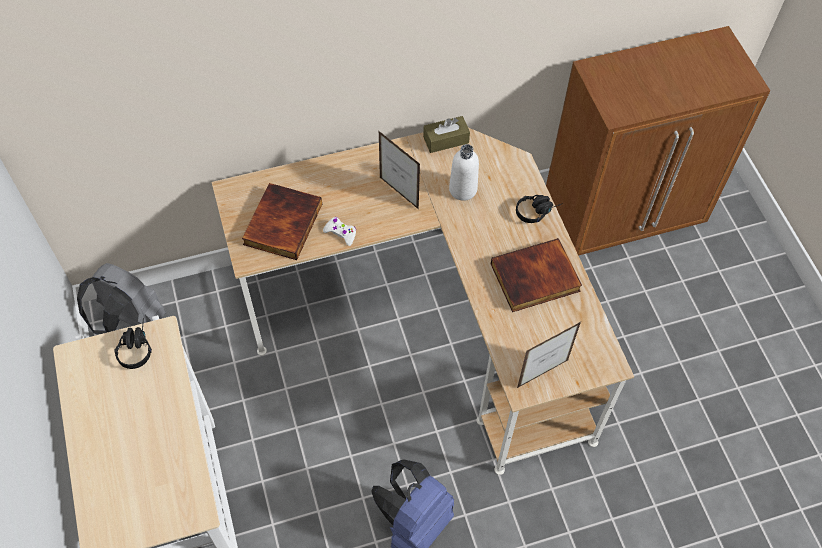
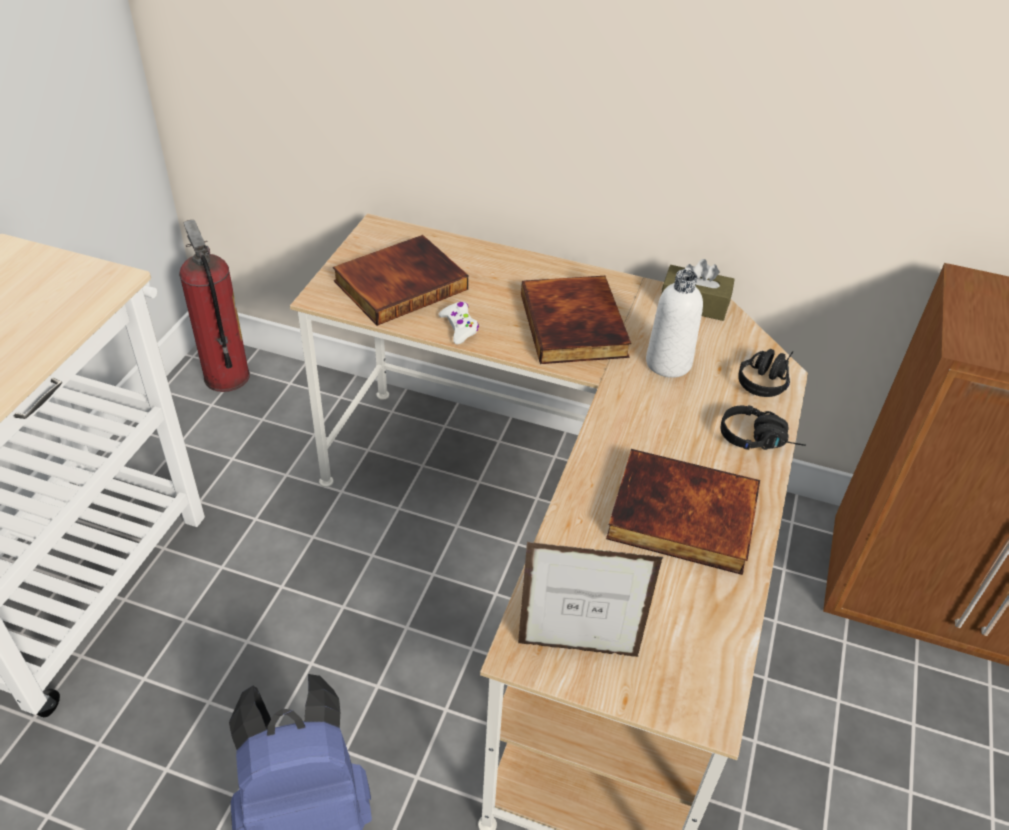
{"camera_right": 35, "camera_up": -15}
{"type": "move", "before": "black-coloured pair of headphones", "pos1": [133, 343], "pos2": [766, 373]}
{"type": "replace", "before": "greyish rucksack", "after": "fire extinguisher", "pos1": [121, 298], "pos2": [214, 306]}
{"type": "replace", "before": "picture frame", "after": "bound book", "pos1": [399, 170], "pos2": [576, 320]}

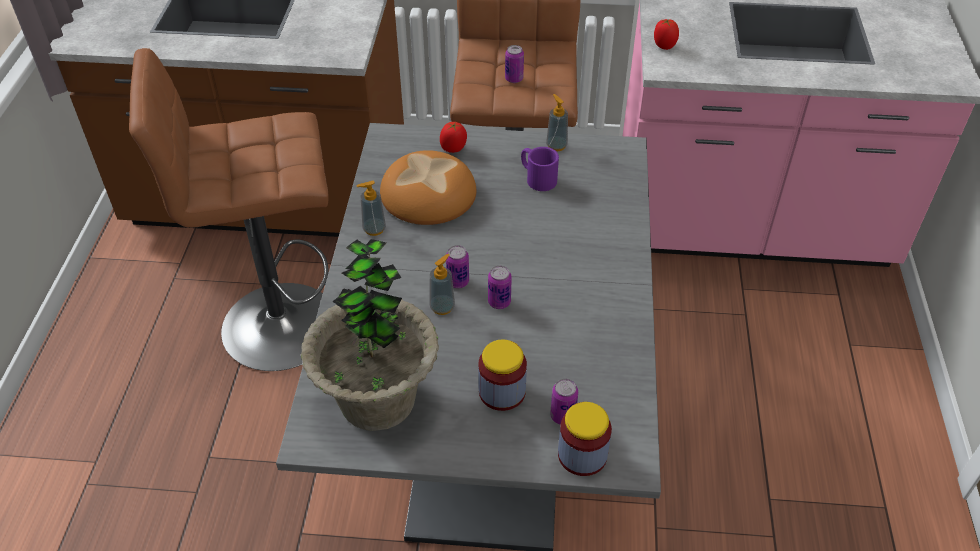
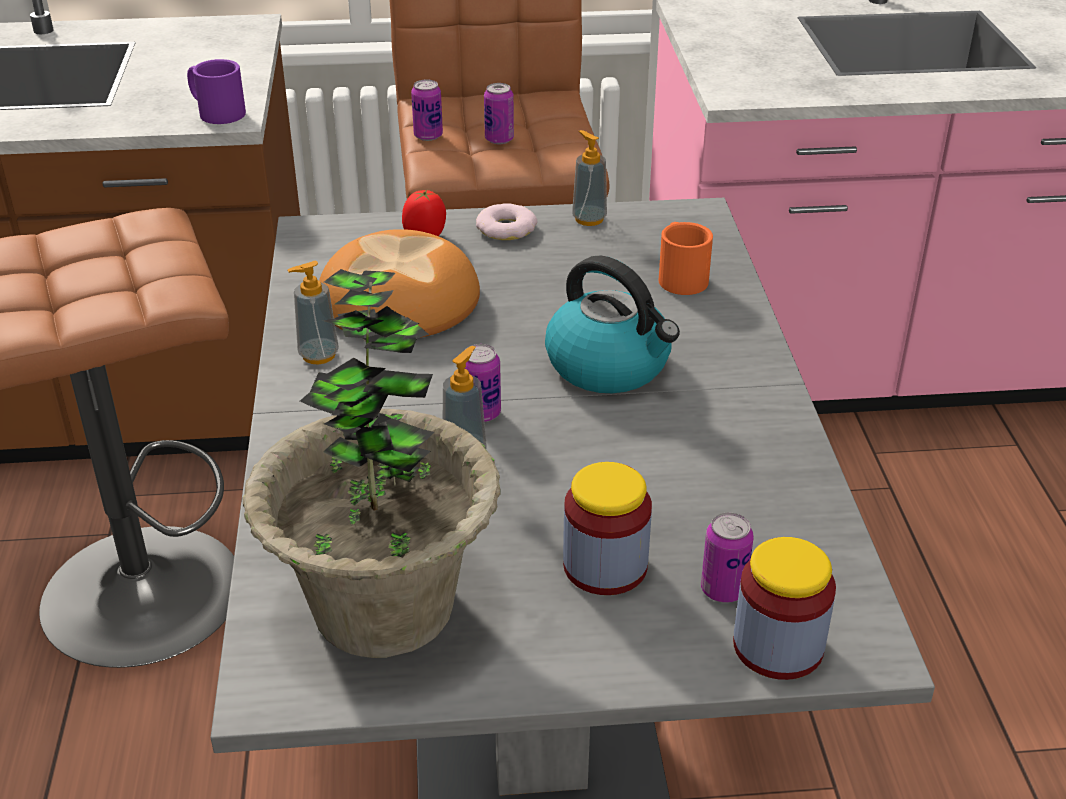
{"camera_right": -10, "camera_up": -10}
{"type": "delete", "before": "tomato", "pos1": [666, 34]}
{"type": "insert", "after": "doughnut", "pos2": [506, 221]}
{"type": "insert", "after": "water kettle", "pos2": [612, 324]}
{"type": "insert", "after": "orangey tea mug", "pos2": [686, 258]}
{"type": "move", "before": "metal can", "pos1": [500, 287], "pos2": [427, 110]}
{"type": "move", "before": "purple-coloured tea mug", "pos1": [540, 169], "pos2": [216, 91]}

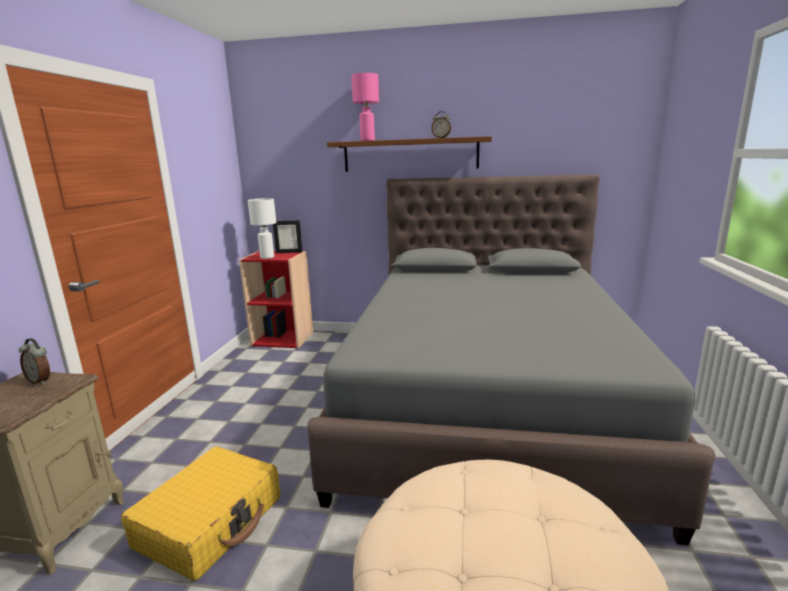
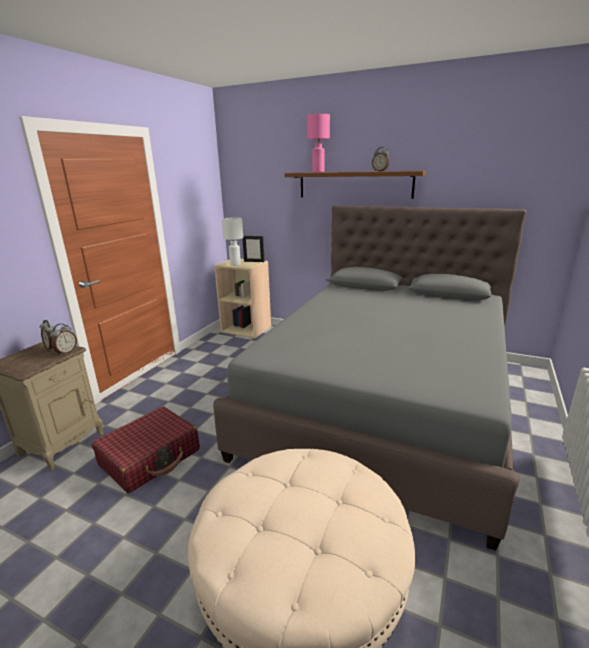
{"camera_right": 15, "camera_up": 5}
{"type": "insert", "after": "alarm clock", "pos2": [63, 340]}
{"type": "recolor", "before": "yellow suitcase", "after": "red-coloured suitcase", "pos1": [200, 513], "pos2": [146, 449]}
{"type": "recolor", "before": "red-coloured bookcase", "after": "beige-coloured bookcase", "pos1": [276, 299], "pos2": [242, 298]}

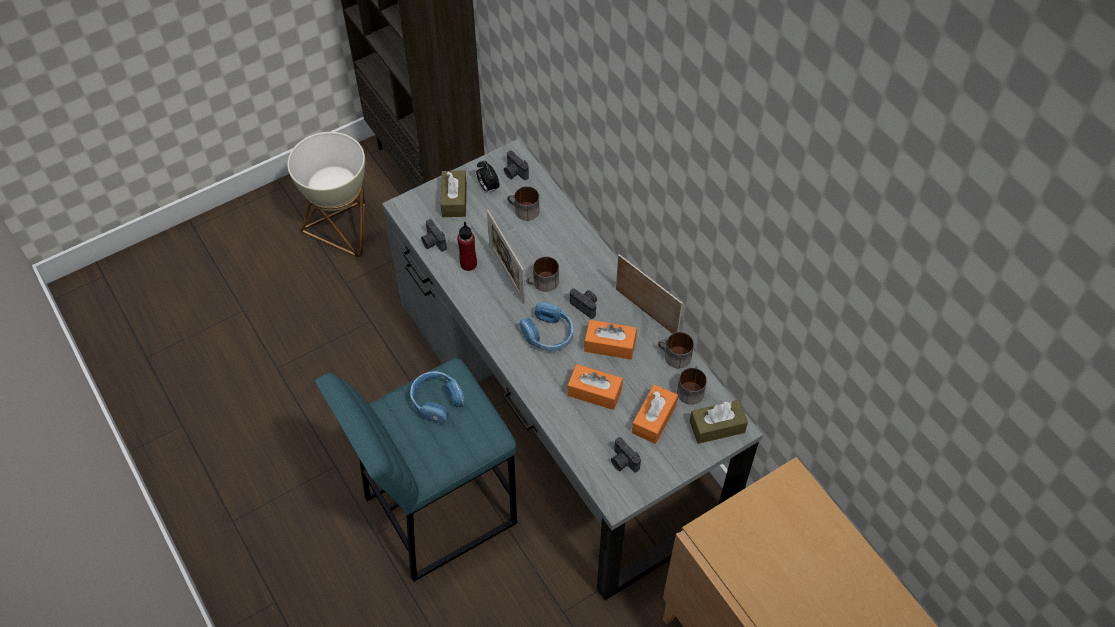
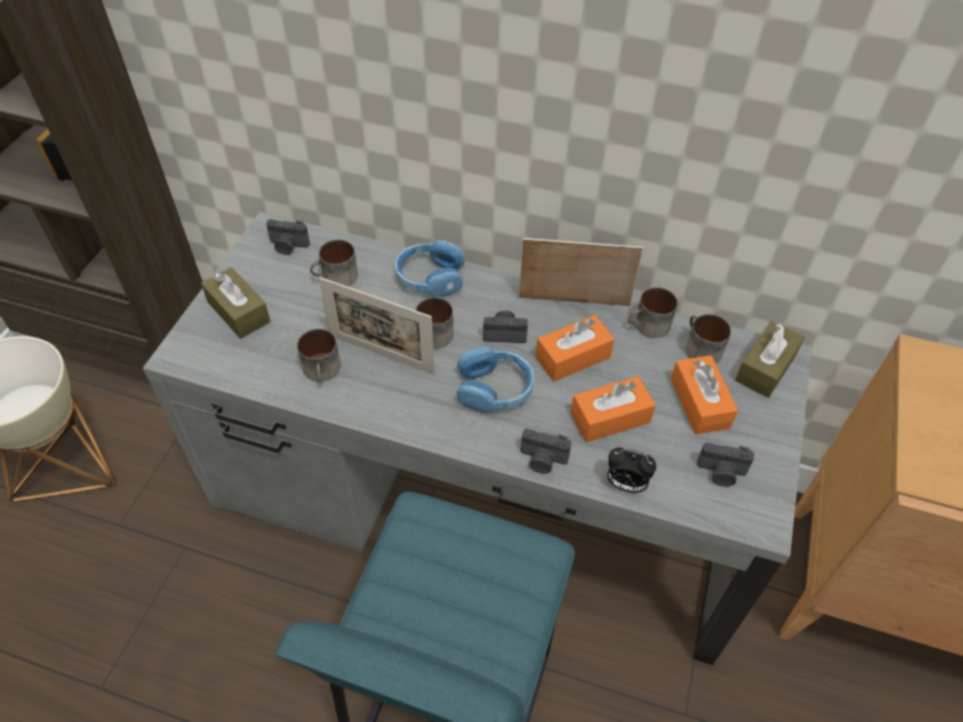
{"camera_right": -40, "camera_up": -5}
{"type": "move", "before": "bluish pair of headphones", "pos1": [437, 397], "pos2": [430, 268]}
{"type": "move", "before": "still camera", "pos1": [434, 235], "pos2": [546, 451]}
{"type": "move", "before": "alarm clock", "pos1": [488, 177], "pos2": [632, 470]}
{"type": "replace", "before": "red-coloured drink bottle", "after": "tea mug", "pos1": [467, 246], "pos2": [319, 356]}

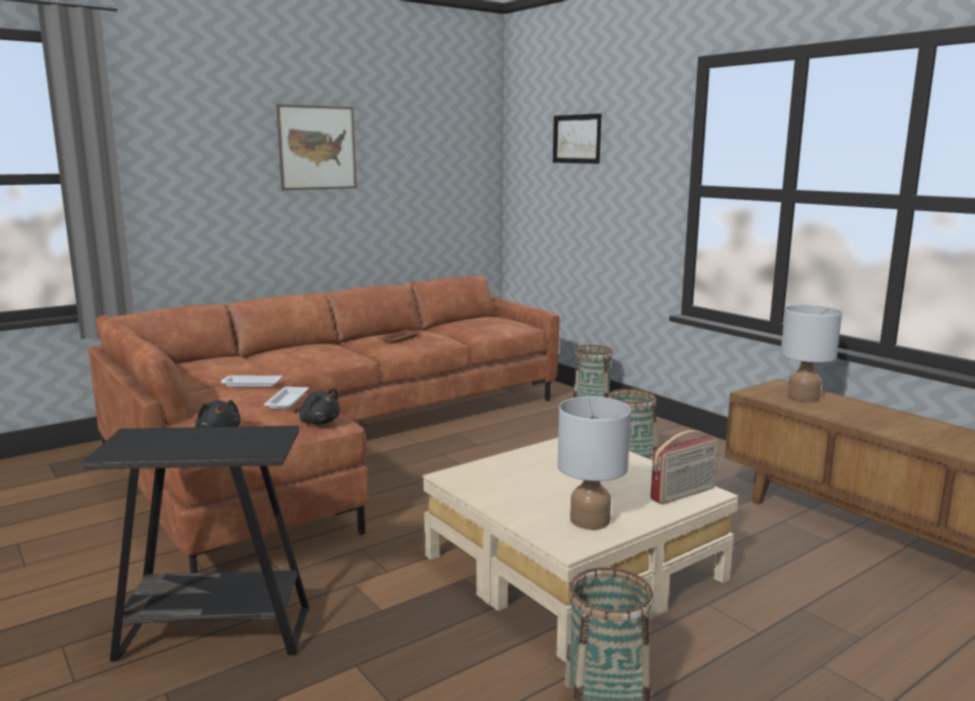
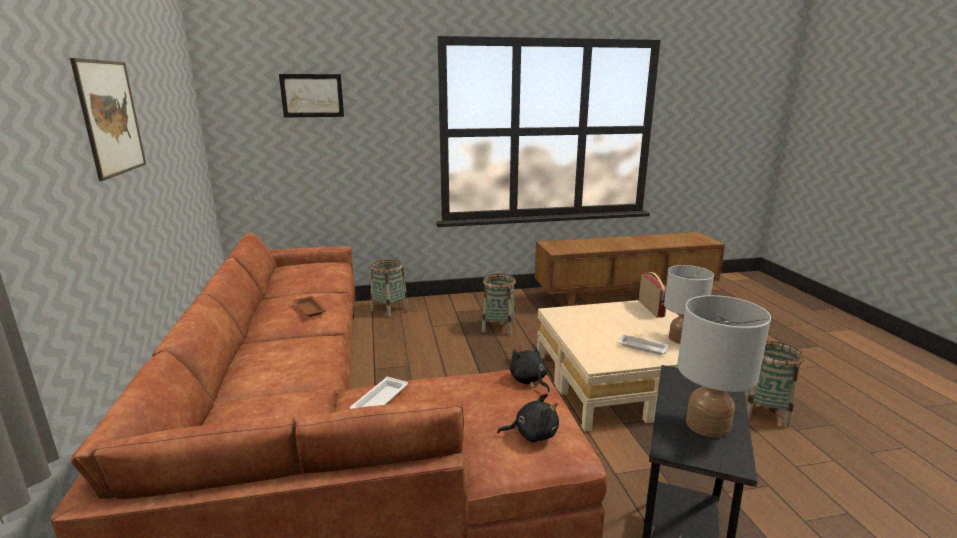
{"camera_right": -65, "camera_up": 5}
{"type": "move", "before": "whitish carrying tray", "pos1": [286, 398], "pos2": [644, 345]}
{"type": "move", "before": "greyish lamp for a table", "pos1": [811, 353], "pos2": [724, 366]}
{"type": "rotate", "before": "black-coloured cuddly toy", "pos1": [317, 406], "pos2": [530, 368], "turn": -90}

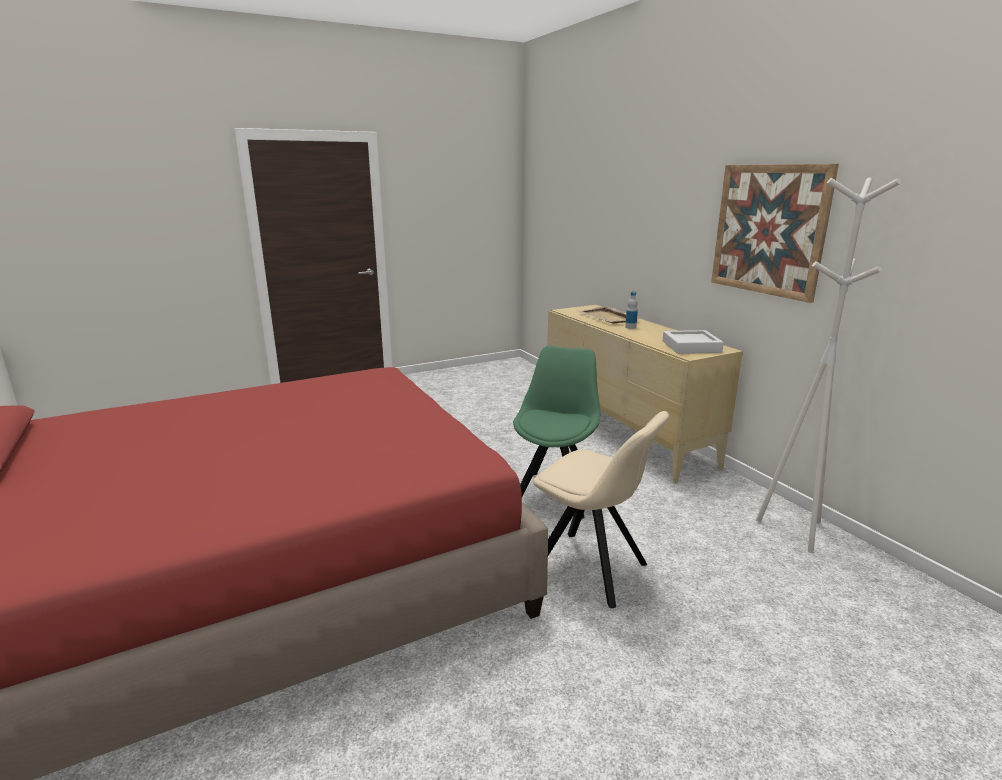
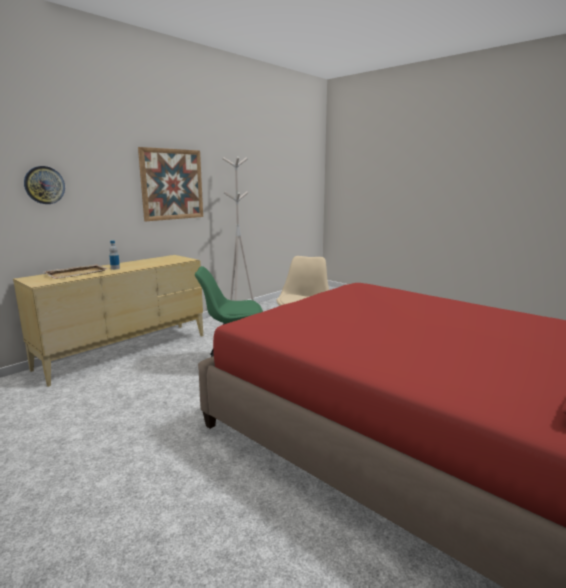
{"camera_right": -110, "camera_up": -5}
{"type": "delete", "before": "greyish carrying tray", "pos1": [693, 342]}
{"type": "insert", "after": "clock on the wall", "pos2": [44, 185]}

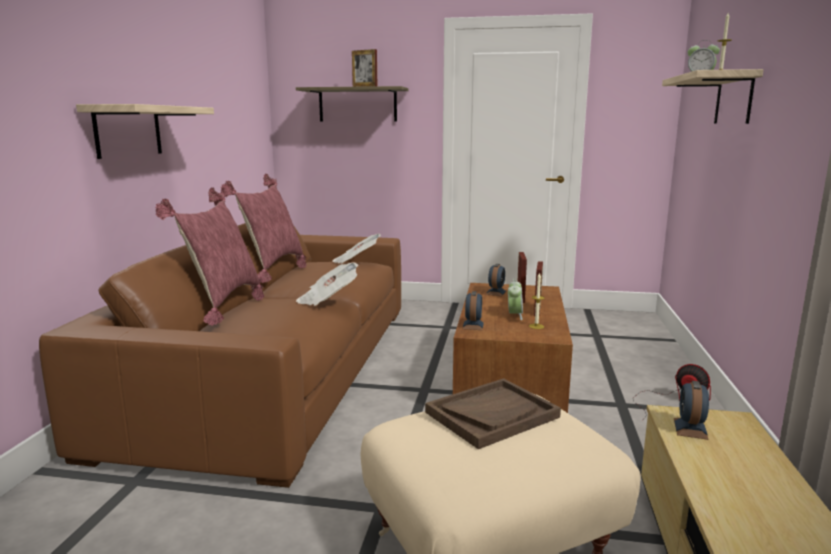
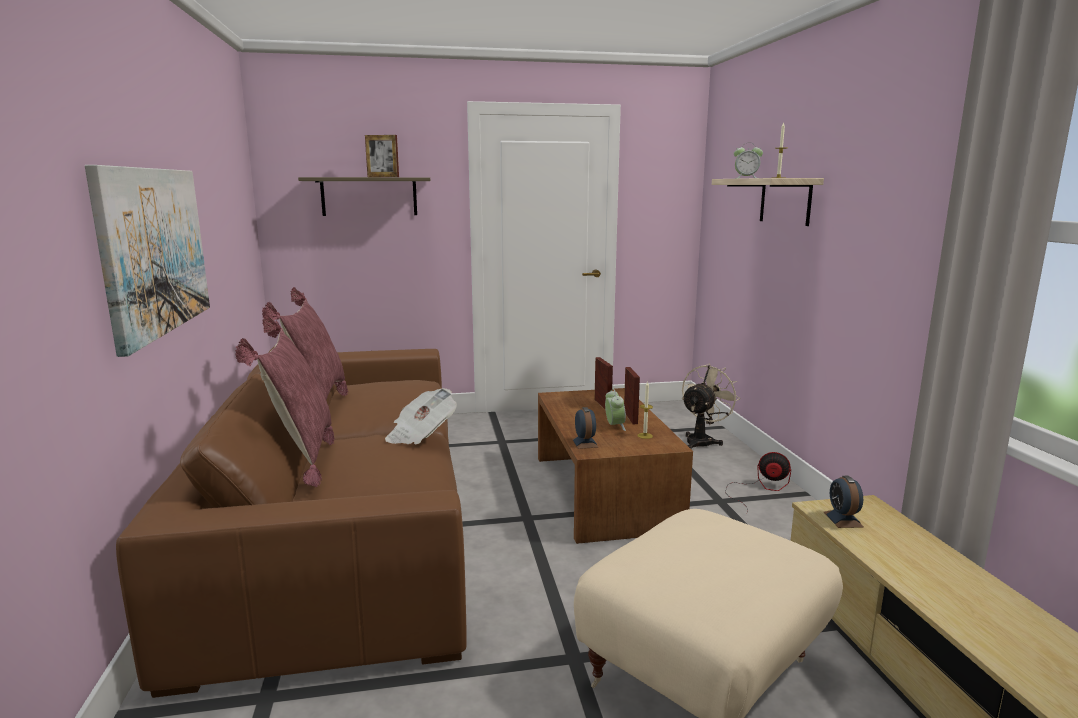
{"camera_right": -20, "camera_up": 0}
{"type": "delete", "before": "printed paper", "pos1": [357, 249]}
{"type": "delete", "before": "brown-coloured carrying tray", "pos1": [493, 413]}
{"type": "delete", "before": "alarm clock", "pos1": [496, 280]}
{"type": "insert", "after": "beige-coloured electric fan", "pos2": [711, 406]}
{"type": "replace", "before": "shelf", "after": "wall art", "pos1": [145, 131], "pos2": [147, 261]}

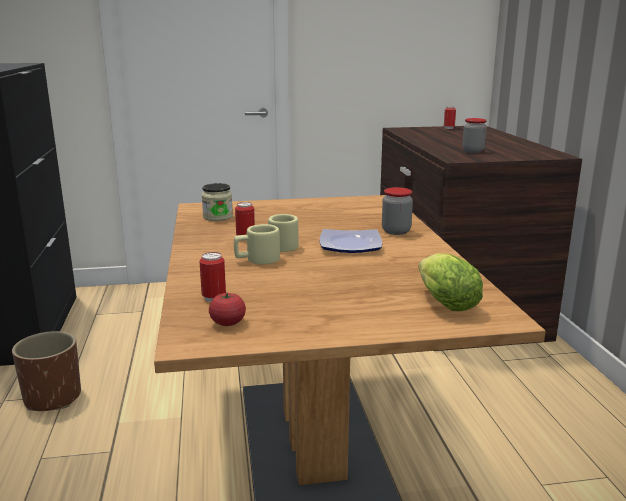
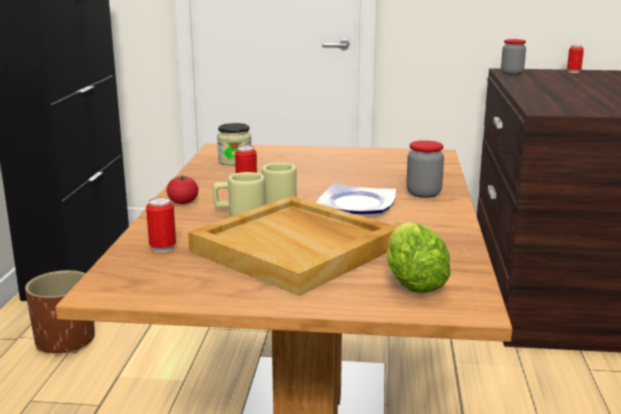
{"camera_right": 15, "camera_up": 0}
{"type": "insert", "after": "beige-coloured carrying tray", "pos2": [293, 246]}
{"type": "move", "before": "tomato", "pos1": [227, 309], "pos2": [183, 189]}
{"type": "move", "before": "storage jar", "pos1": [474, 135], "pos2": [513, 57]}

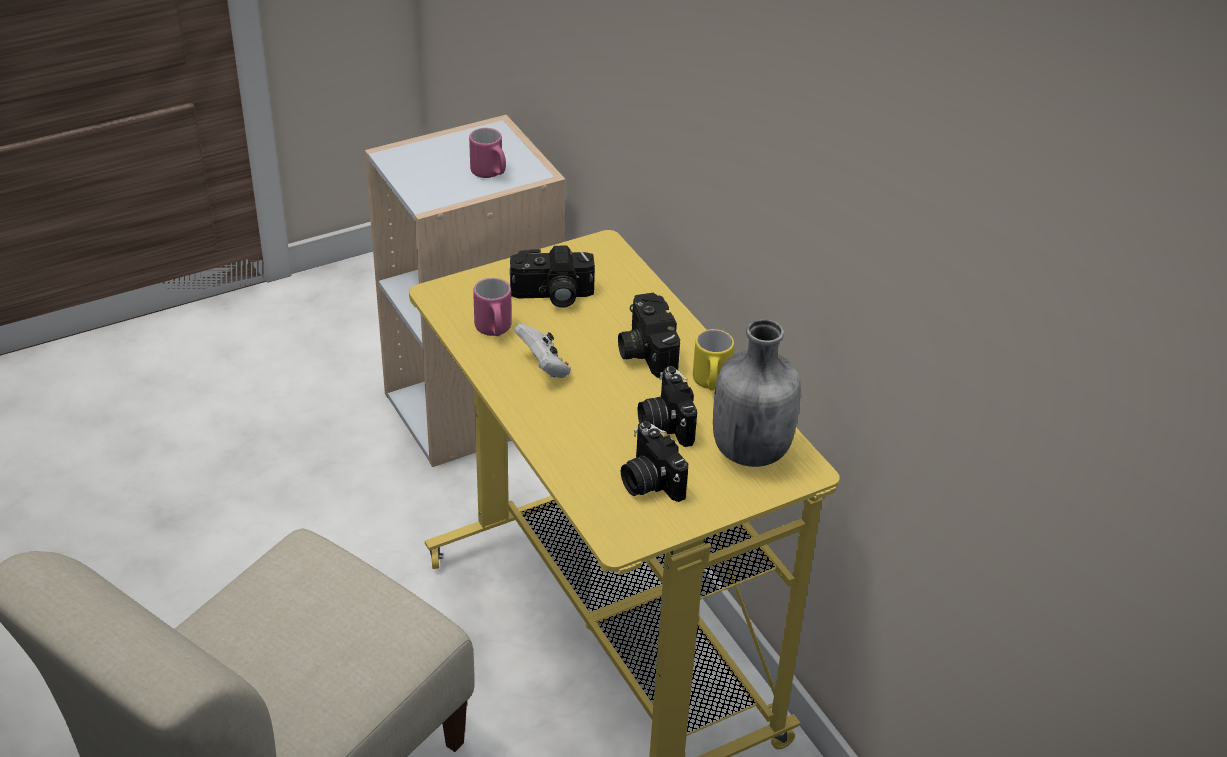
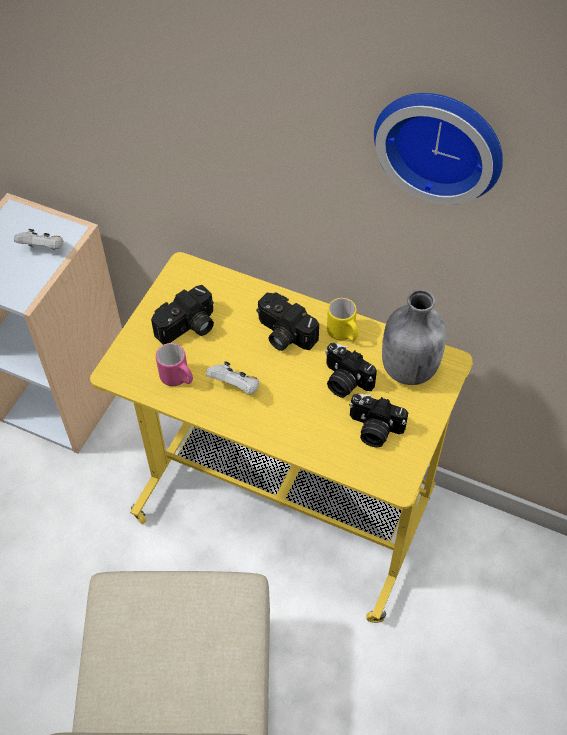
{"camera_right": -35, "camera_up": 15}
{"type": "insert", "after": "clock on the wall", "pos2": [438, 149]}
{"type": "replace", "before": "pink tea mug", "after": "whitish joypad", "pos1": [487, 153], "pos2": [39, 239]}

